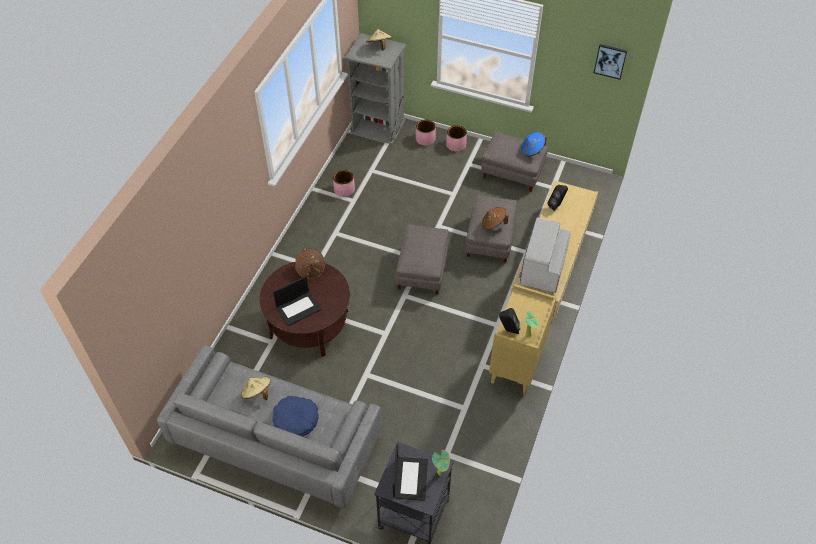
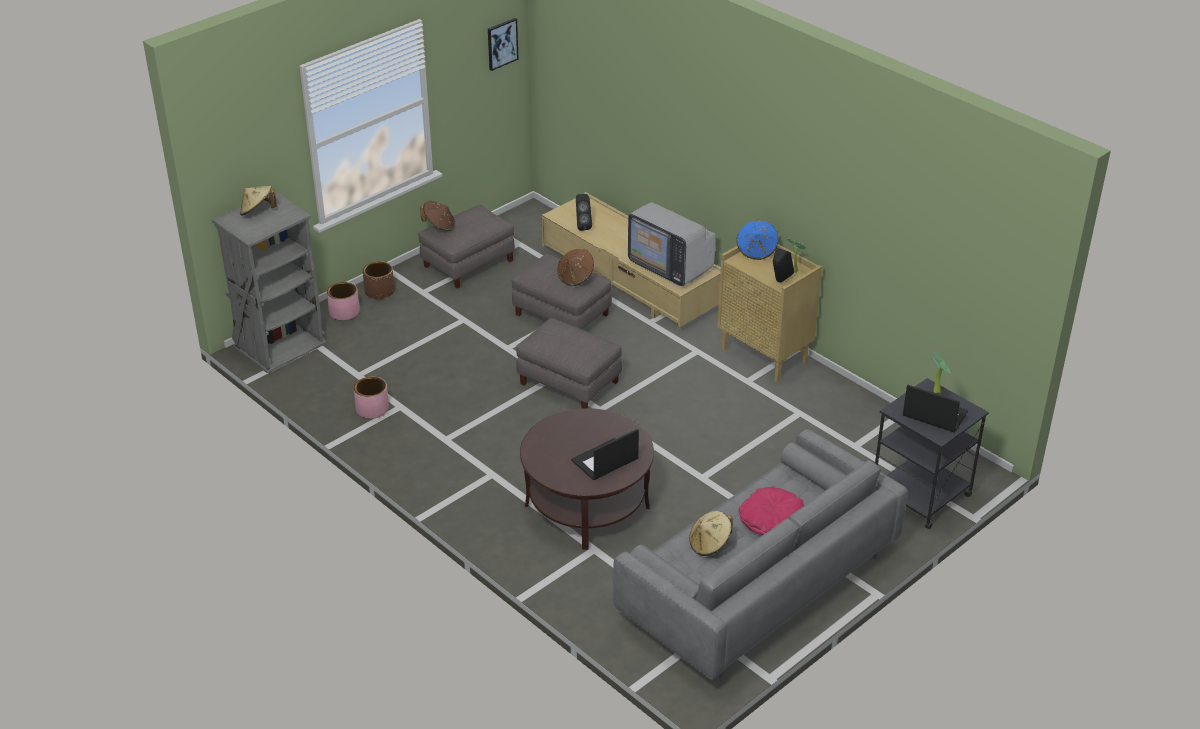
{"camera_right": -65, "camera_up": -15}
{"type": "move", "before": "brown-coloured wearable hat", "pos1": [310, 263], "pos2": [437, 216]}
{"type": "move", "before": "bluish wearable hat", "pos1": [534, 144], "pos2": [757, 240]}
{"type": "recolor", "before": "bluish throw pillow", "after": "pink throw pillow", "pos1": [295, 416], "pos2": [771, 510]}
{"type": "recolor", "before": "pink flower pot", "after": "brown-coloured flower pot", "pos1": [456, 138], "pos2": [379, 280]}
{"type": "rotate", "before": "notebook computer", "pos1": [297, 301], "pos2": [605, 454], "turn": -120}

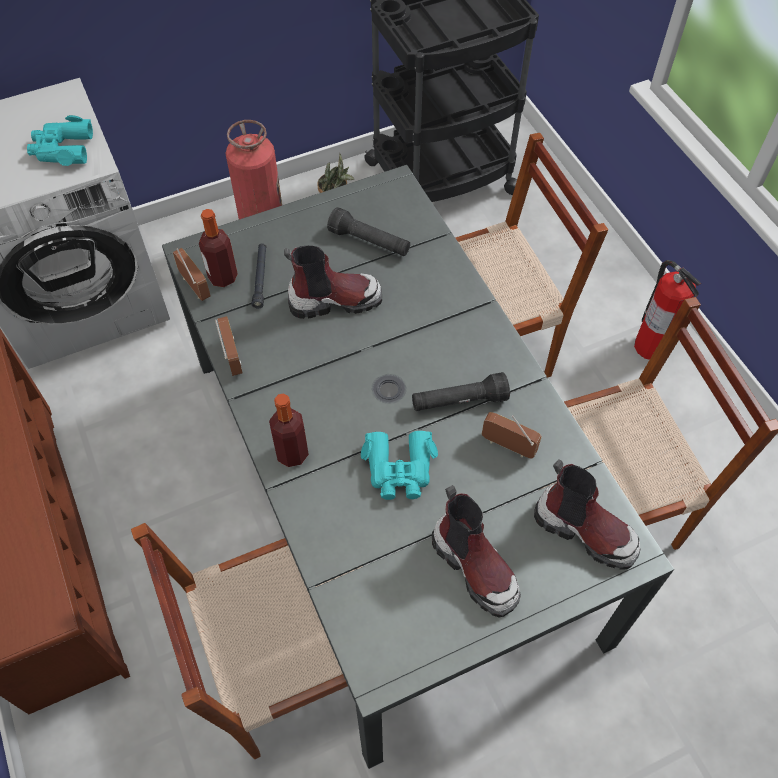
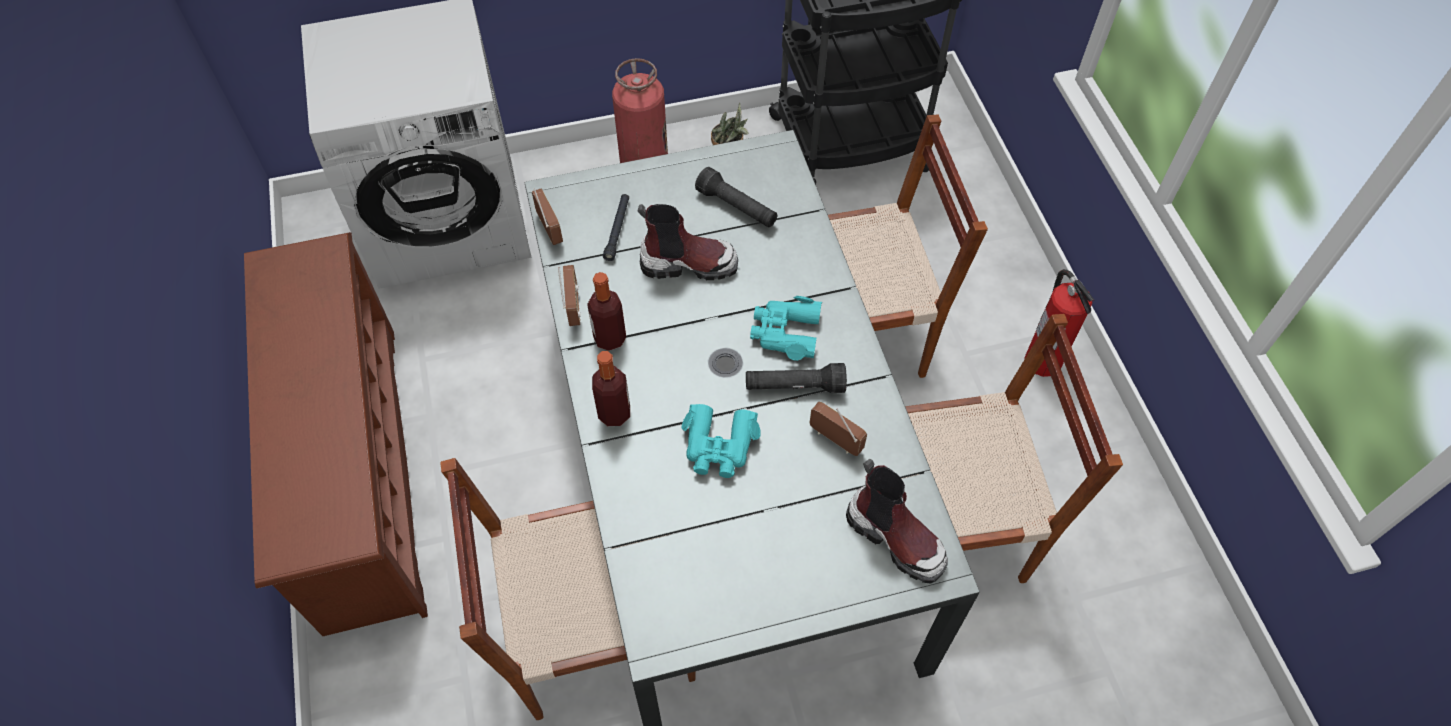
{"camera_right": 10, "camera_up": 0}
{"type": "delete", "before": "high-top boot", "pos1": [476, 551]}
{"type": "move", "before": "turquoise-coloured pair of binoculars", "pos1": [60, 140], "pos2": [786, 328]}
{"type": "move", "before": "drink bottle", "pos1": [218, 248], "pos2": [606, 311]}

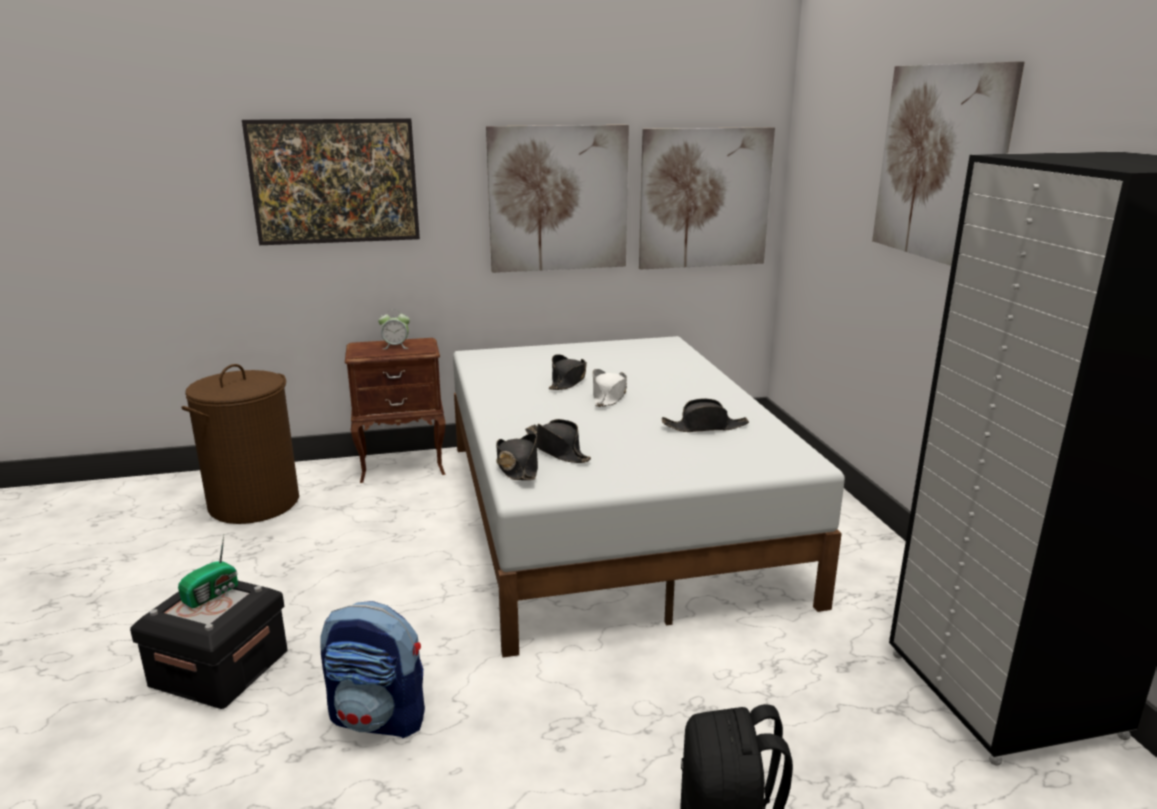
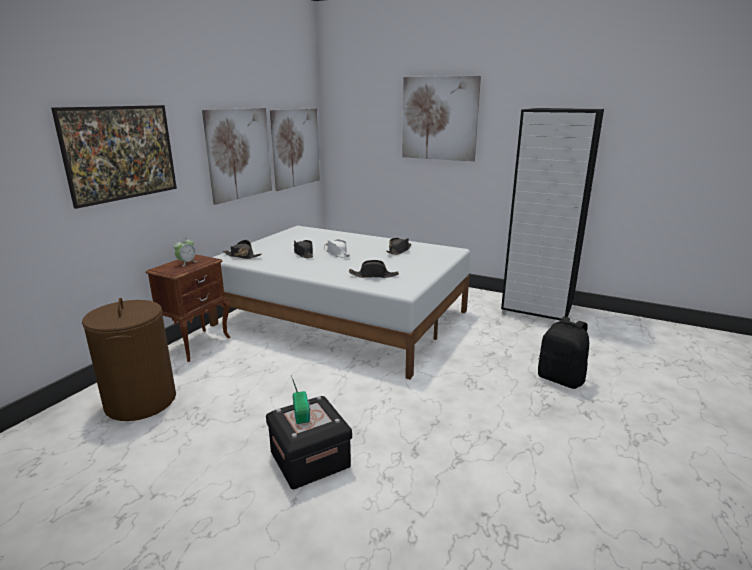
{"camera_right": -50, "camera_up": 0}
{"type": "delete", "before": "rucksack", "pos1": [372, 669]}
{"type": "move", "before": "black-coloured wearable hat", "pos1": [517, 456], "pos2": [242, 249]}

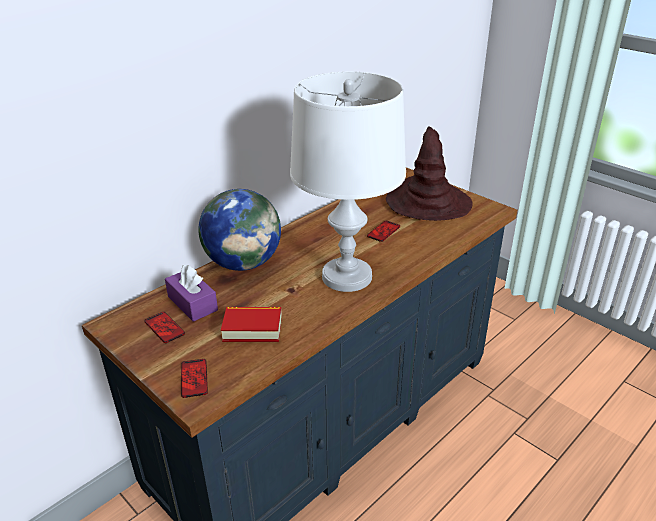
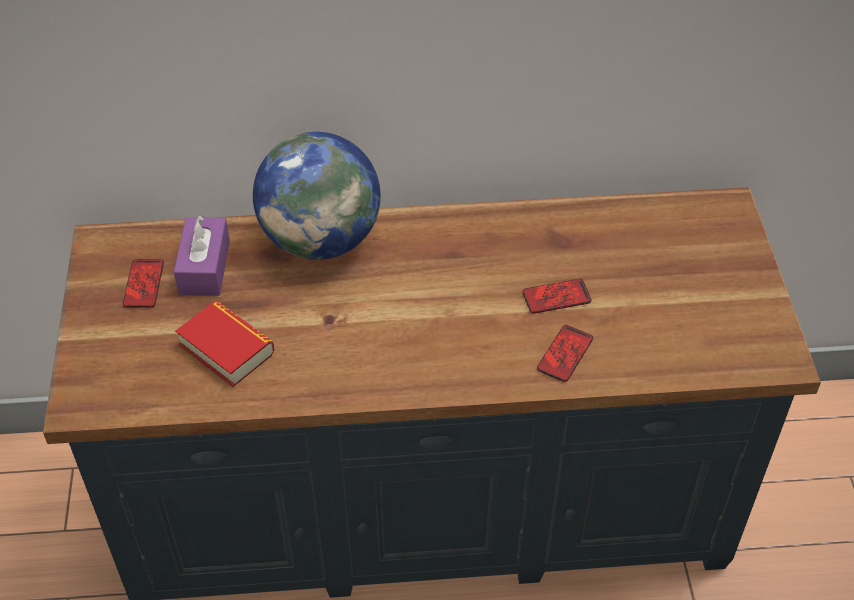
{"camera_right": 40, "camera_up": 15}
{"type": "delete", "before": "whitish lamp for a table", "pos1": [348, 181]}
{"type": "delete", "before": "brown-coloured wearable hat", "pos1": [429, 173]}
{"type": "move", "before": "phone", "pos1": [194, 378], "pos2": [565, 353]}

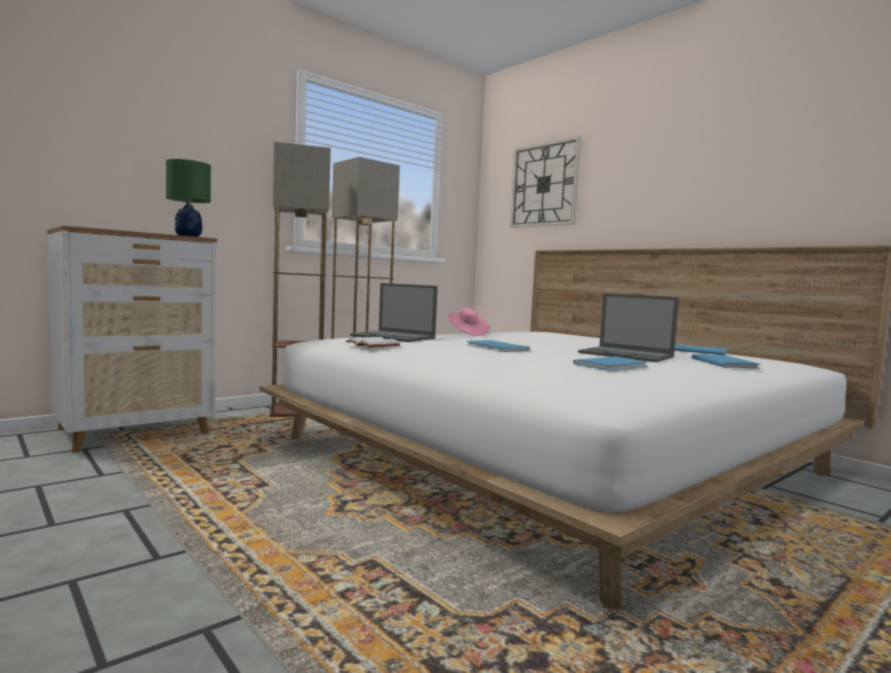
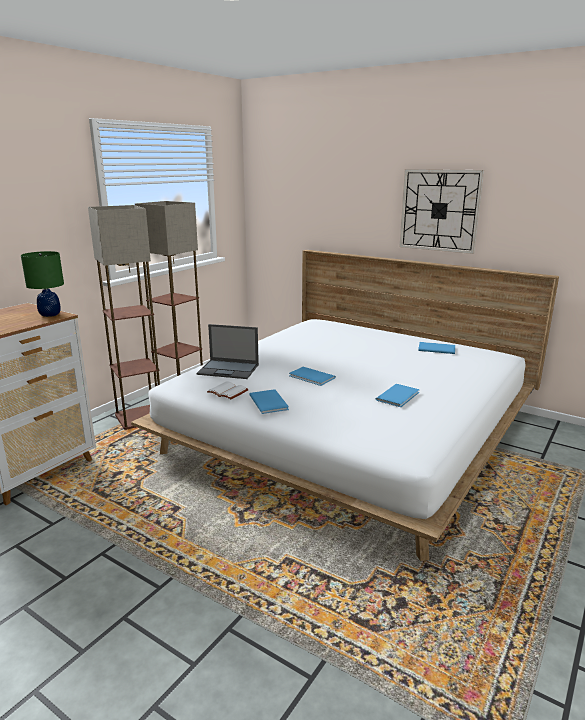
{"camera_right": -15, "camera_up": 15}
{"type": "delete", "before": "pink wearable hat", "pos1": [468, 322]}
{"type": "delete", "before": "notebook computer", "pos1": [628, 328]}
{"type": "move", "before": "clock on the wall", "pos1": [545, 182], "pos2": [441, 211]}
{"type": "move", "before": "bluish bound book", "pos1": [726, 361], "pos2": [269, 401]}

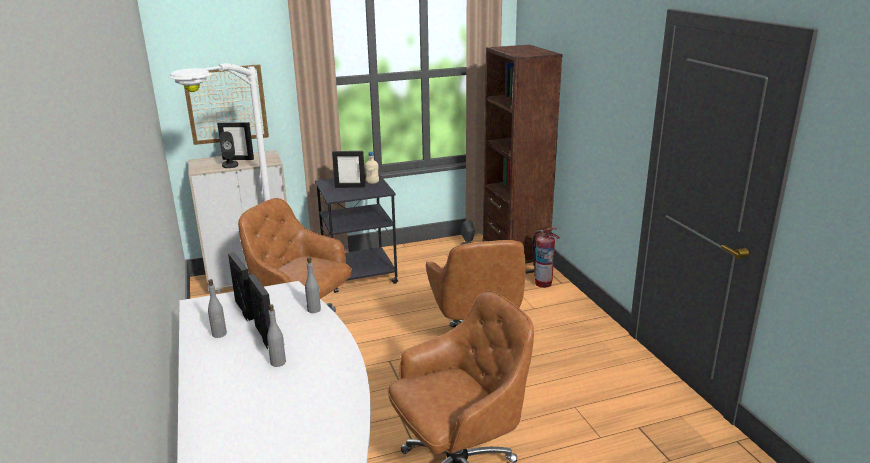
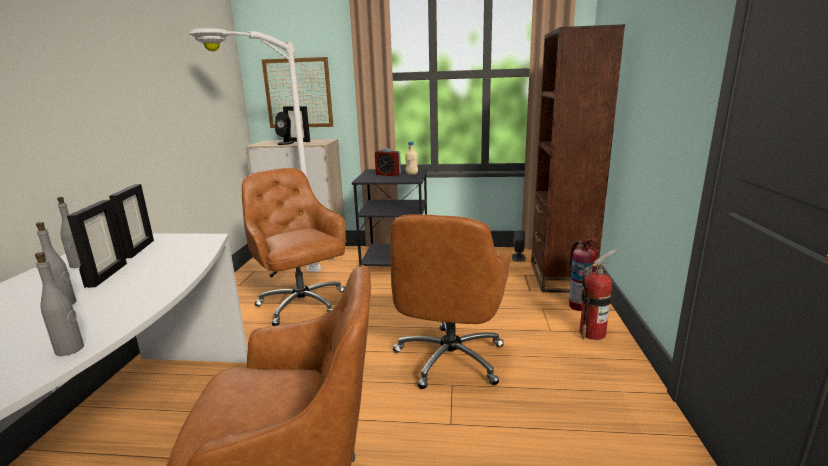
{"camera_right": 25, "camera_up": -5}
{"type": "insert", "after": "fire extinguisher", "pos2": [599, 294]}
{"type": "move", "before": "greyish drink bottle", "pos1": [313, 285], "pos2": [59, 304]}
{"type": "replace", "before": "picture frame", "after": "alarm clock", "pos1": [348, 169], "pos2": [388, 162]}

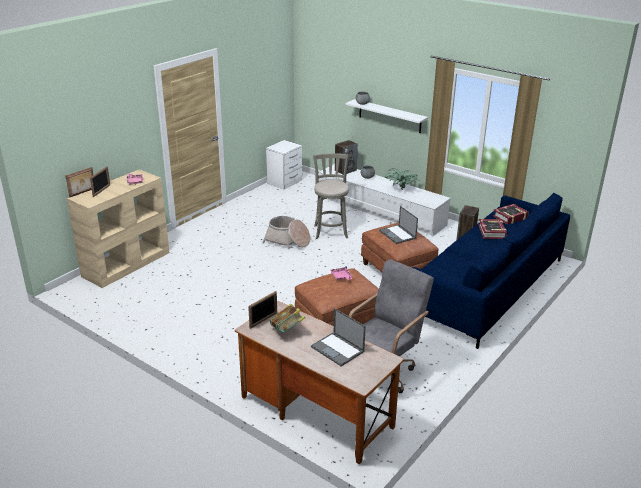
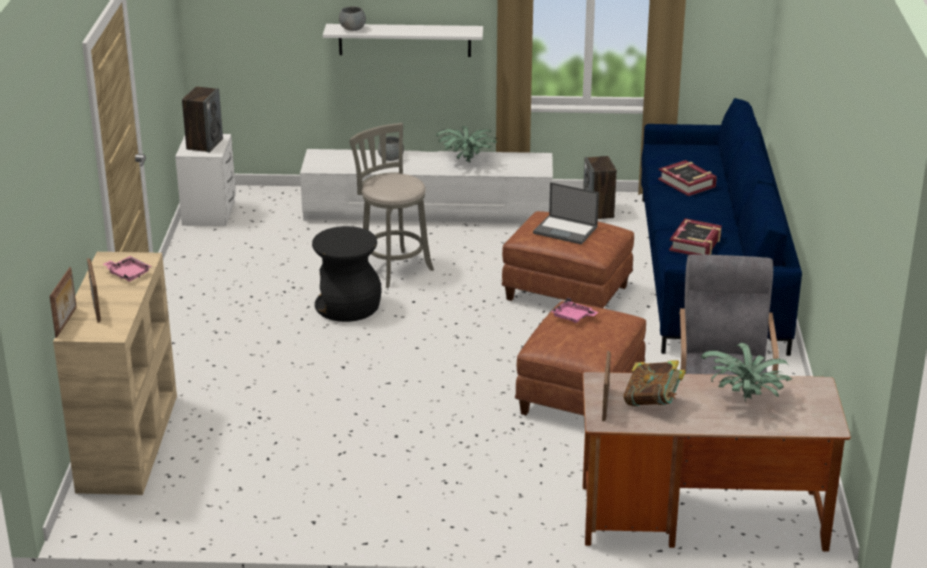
{"camera_right": -35, "camera_up": 0}
{"type": "move", "before": "loudspeaker", "pos1": [346, 157], "pos2": [202, 119]}
{"type": "move", "before": "bound book", "pos1": [511, 214], "pos2": [695, 236]}
{"type": "replace", "before": "basket", "after": "black-coloured stool", "pos1": [287, 232], "pos2": [346, 274]}
{"type": "replace", "before": "notebook computer", "after": "potted plant", "pos1": [338, 337], "pos2": [747, 372]}

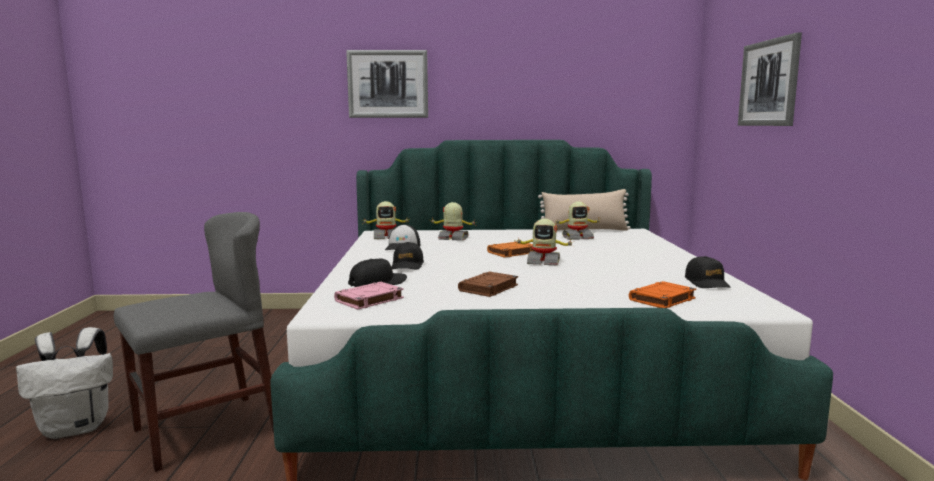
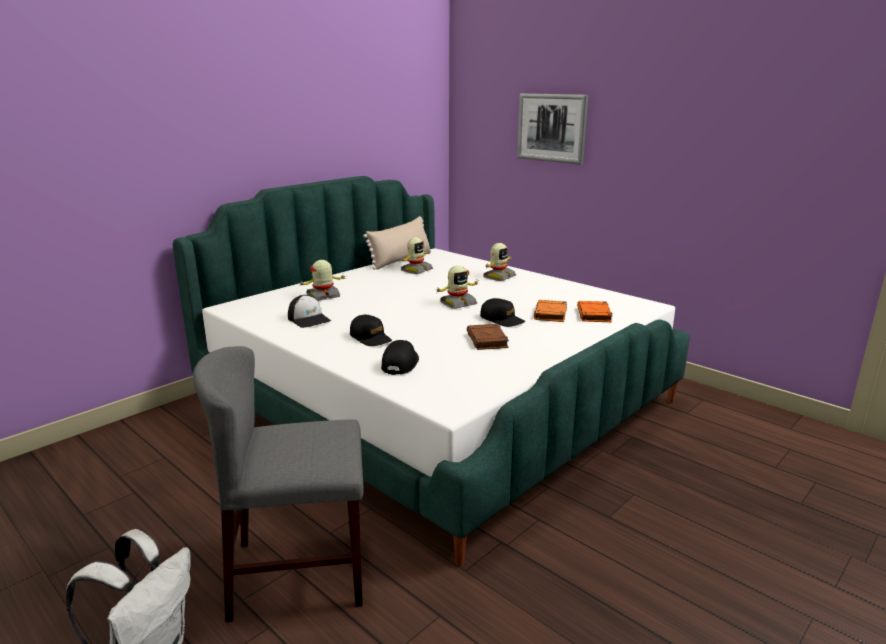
{"camera_right": -45, "camera_up": 10}
{"type": "delete", "before": "pink bound book", "pos1": [369, 296]}
{"type": "delete", "before": "wall art", "pos1": [387, 84]}
{"type": "move", "before": "toy robot", "pos1": [385, 220], "pos2": [499, 262]}
{"type": "move", "before": "orangey bound book", "pos1": [510, 249], "pos2": [550, 311]}
{"type": "move", "before": "black-coloured peaked cap", "pos1": [708, 272], "pos2": [502, 312]}
{"type": "rotate", "before": "greyish plain chair", "pos1": [194, 342], "pos2": [278, 484], "turn": -105}

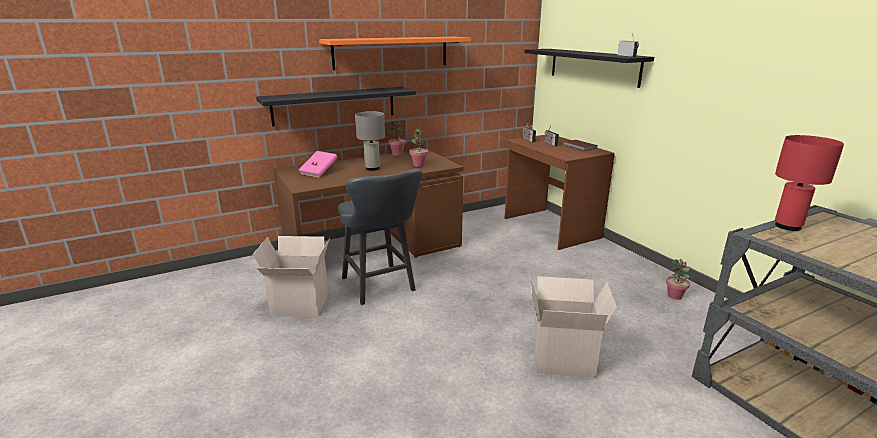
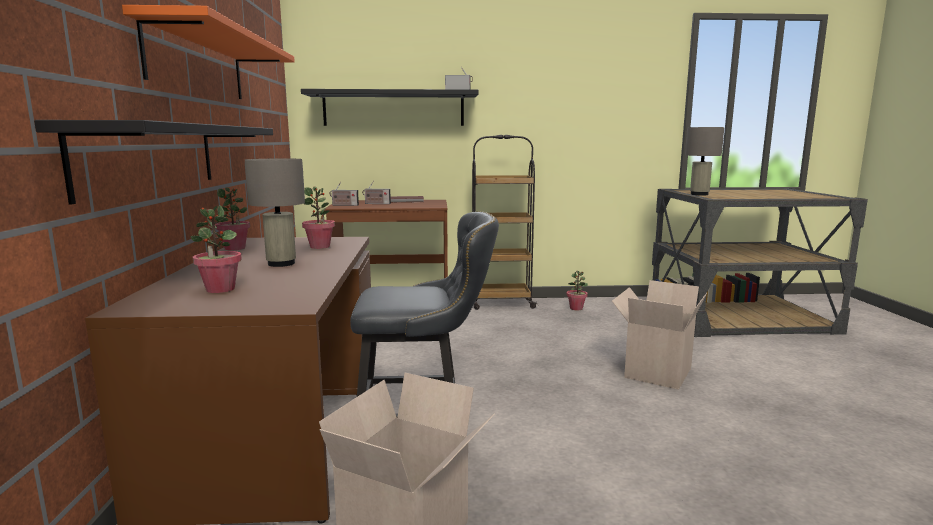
{"camera_right": -65, "camera_up": -10}
{"type": "insert", "after": "brown-coloured wheeled cart", "pos2": [505, 222]}
{"type": "replace", "before": "pink bound book", "after": "potted plant", "pos1": [318, 164], "pos2": [216, 249]}
{"type": "recolor", "before": "red-coloured lamp for a table", "after": "greyish lamp for a table", "pos1": [809, 183], "pos2": [704, 161]}

